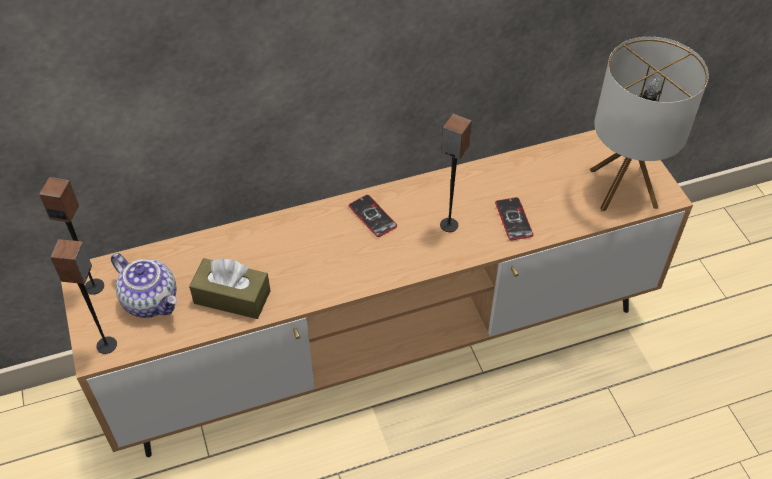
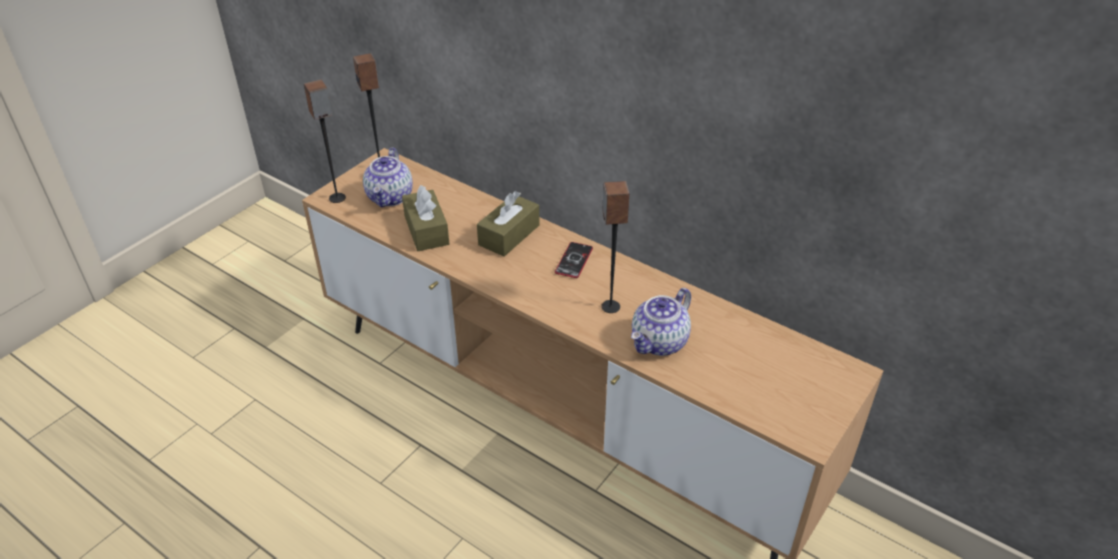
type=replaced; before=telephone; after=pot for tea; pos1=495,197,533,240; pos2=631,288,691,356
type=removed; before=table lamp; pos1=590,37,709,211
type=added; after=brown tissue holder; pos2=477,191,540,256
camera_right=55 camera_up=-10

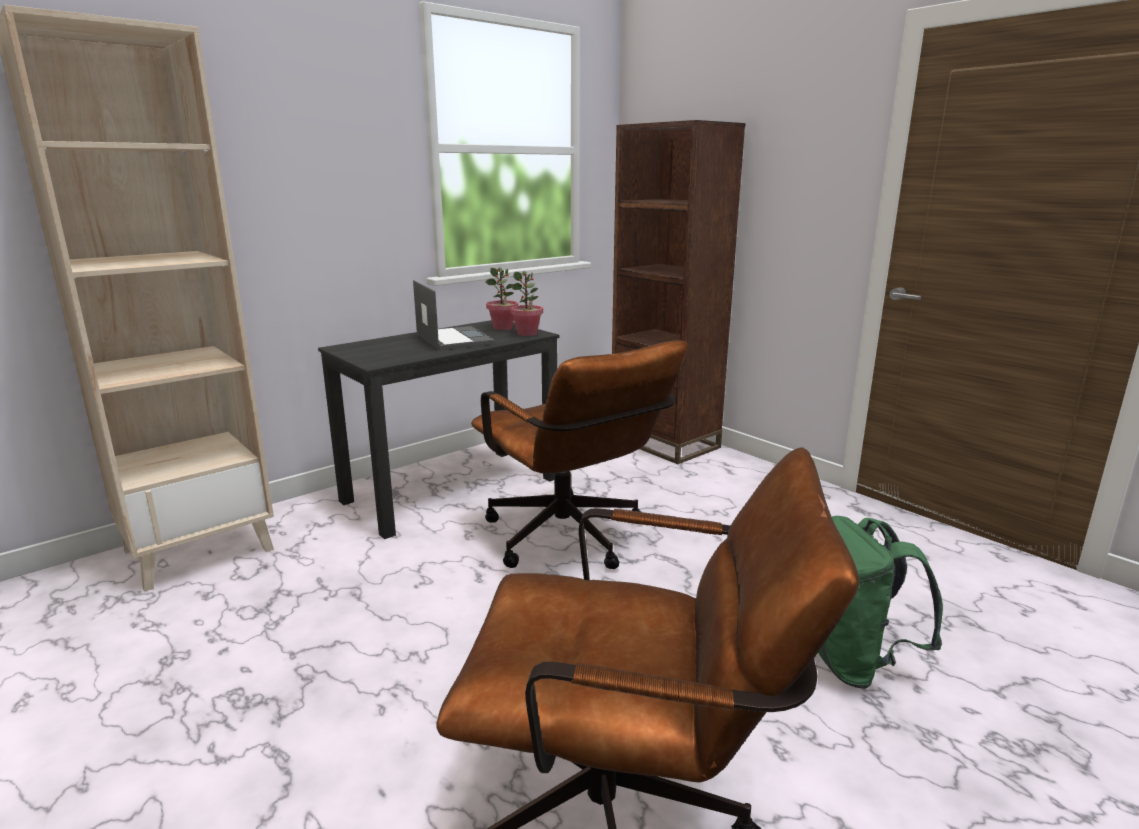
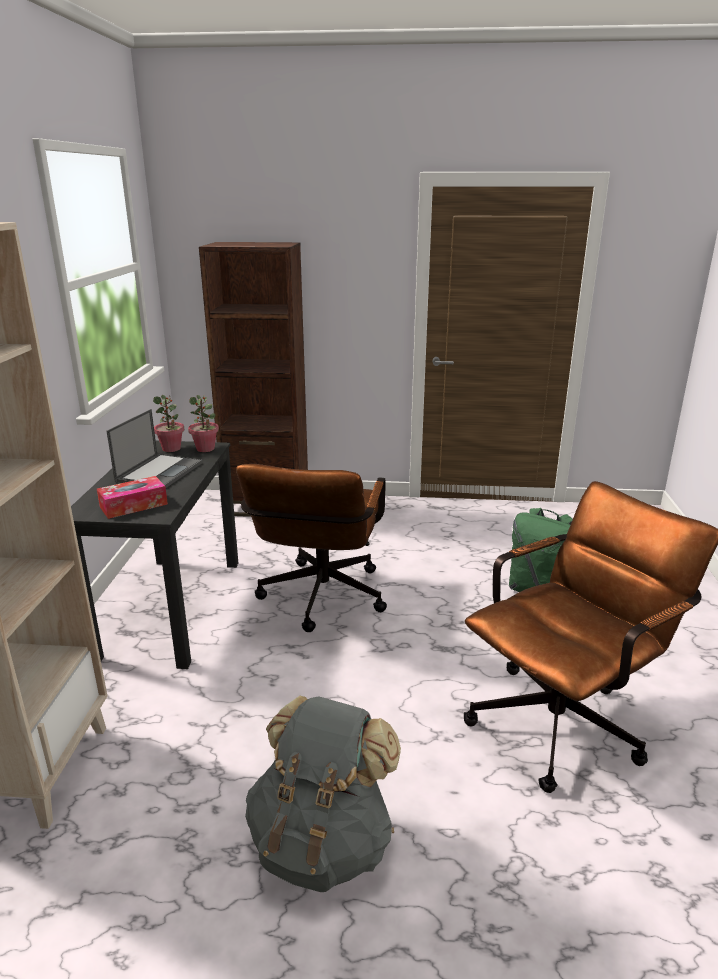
type=turned; before=portable computer; pos1=413,280,496,350; pos2=107,409,203,488; turn=90
type=turned; before=brown desk chair; pos1=471,340,688,569; pos2=236,464,387,632; turn=90
type=added; after=tissue holder; pos2=97,476,168,519
type=added; after=greyish backpack; pos2=245,696,401,892
camera_right=-45 camera_up=5

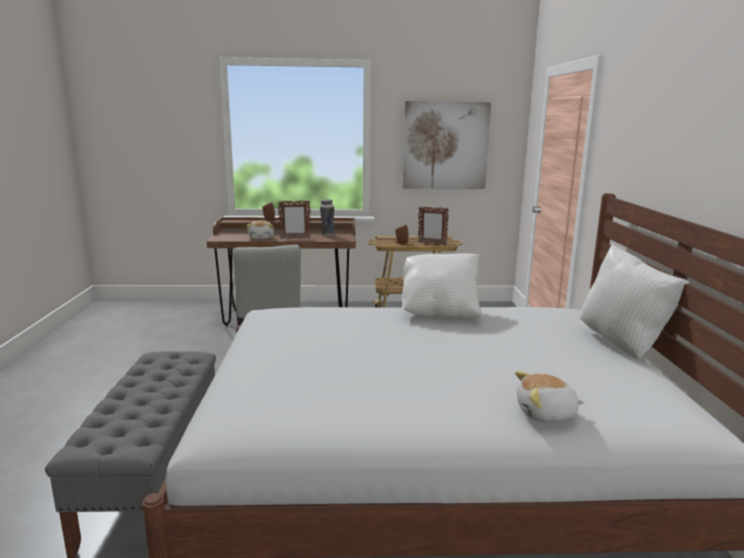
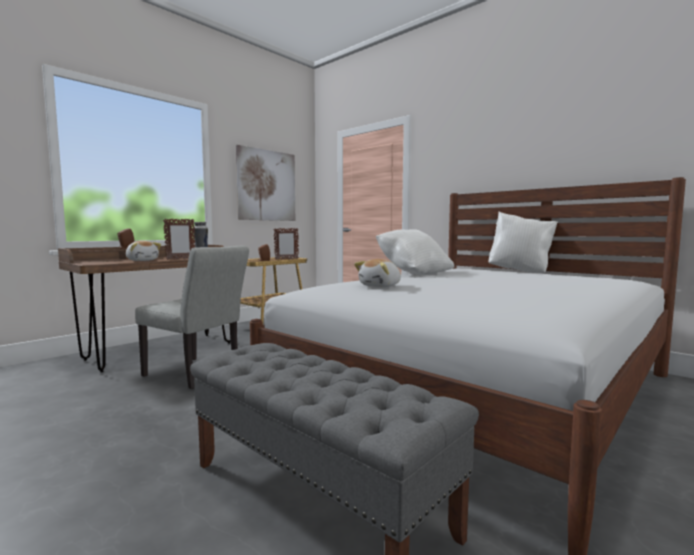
type=moved; before=soft toy; pos1=515,371,584,422; pos2=354,259,401,287
camera_right=-45 camera_up=-10

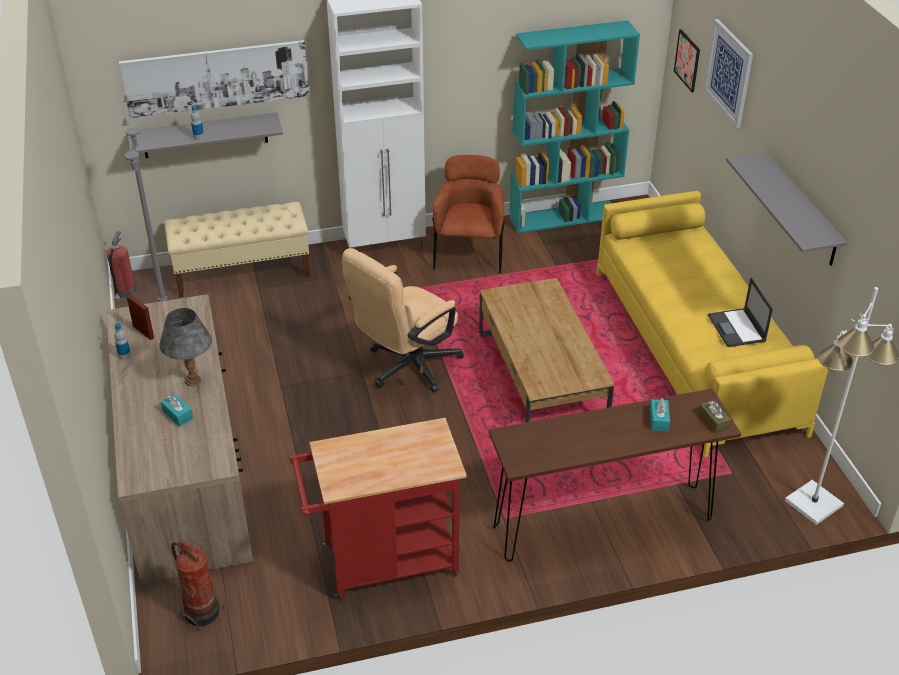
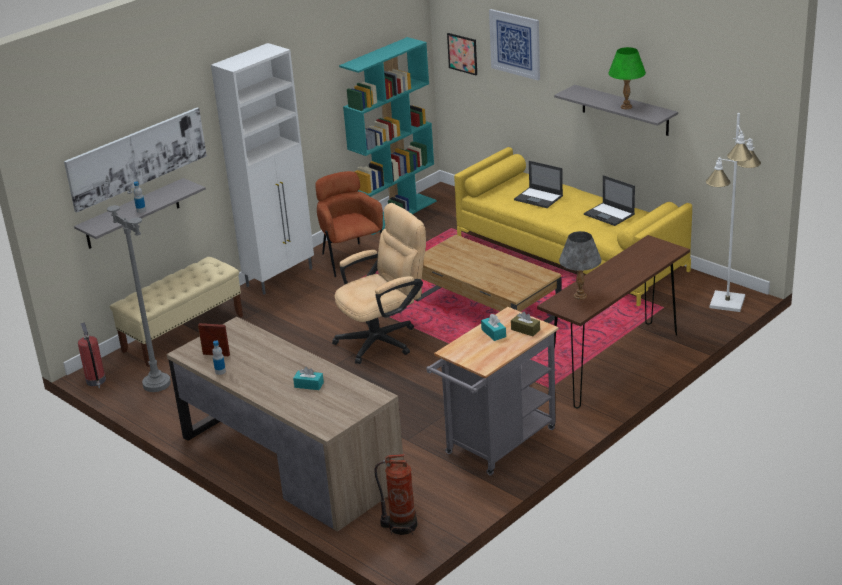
type=moved; before=greyish table lamp; pos1=159,308,212,386; pos2=559,231,602,300
type=recoloured; before=reddish cart; after=greyish cart; pos1=289,418,467,600; pos2=426,307,559,475
type=turned; before=beige-coloured desk chair; pos1=342,248,464,392; pos2=332,203,426,364; turn=-135
type=moved; before=blue-green tissue holder; pos1=650,398,670,431; pos2=481,314,506,341
type=moved; before=brown tissue holder; pos1=699,400,731,434; pos2=511,311,540,336
type=added; after=portable computer; pos2=514,161,563,208
type=added; after=green-coloured table lamp; pos2=608,47,646,109
camera_right=-30 camera_up=-10

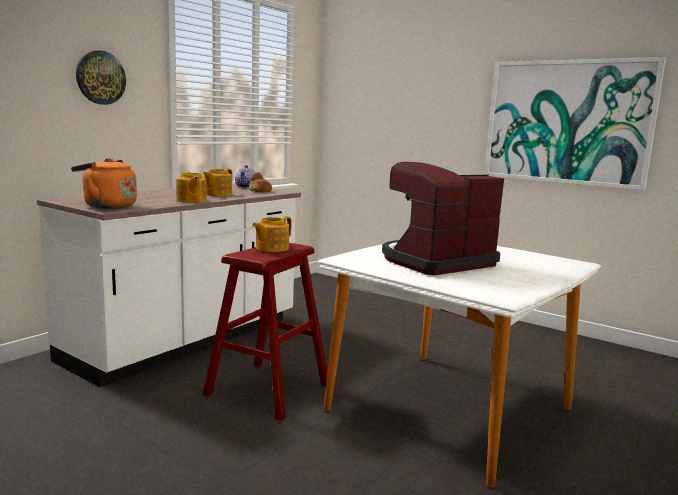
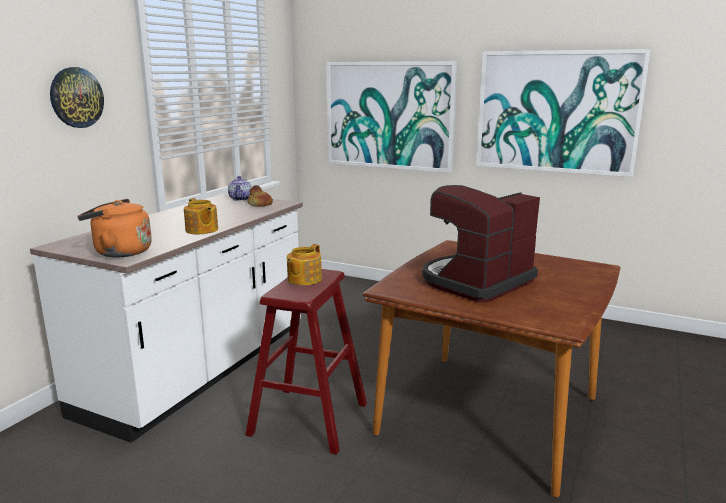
type=removed; before=pot for tea; pos1=203,169,232,196
type=recoloured; before=whitish dining table; after=brown dining table; pos1=318,244,601,488; pos2=362,240,621,497
type=added; after=wall art; pos2=326,61,458,173
camera_right=-10 camera_up=5

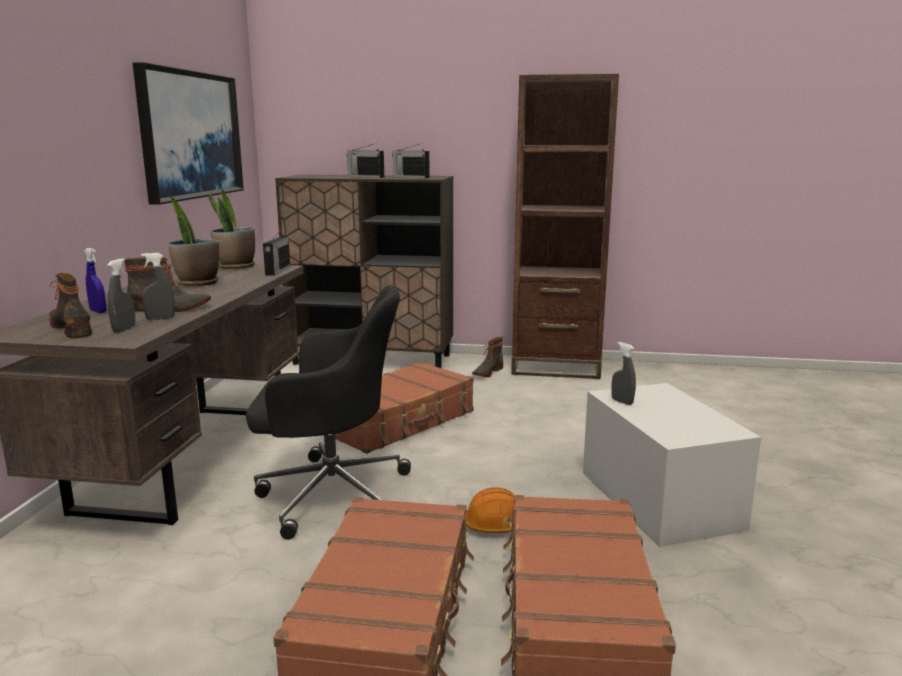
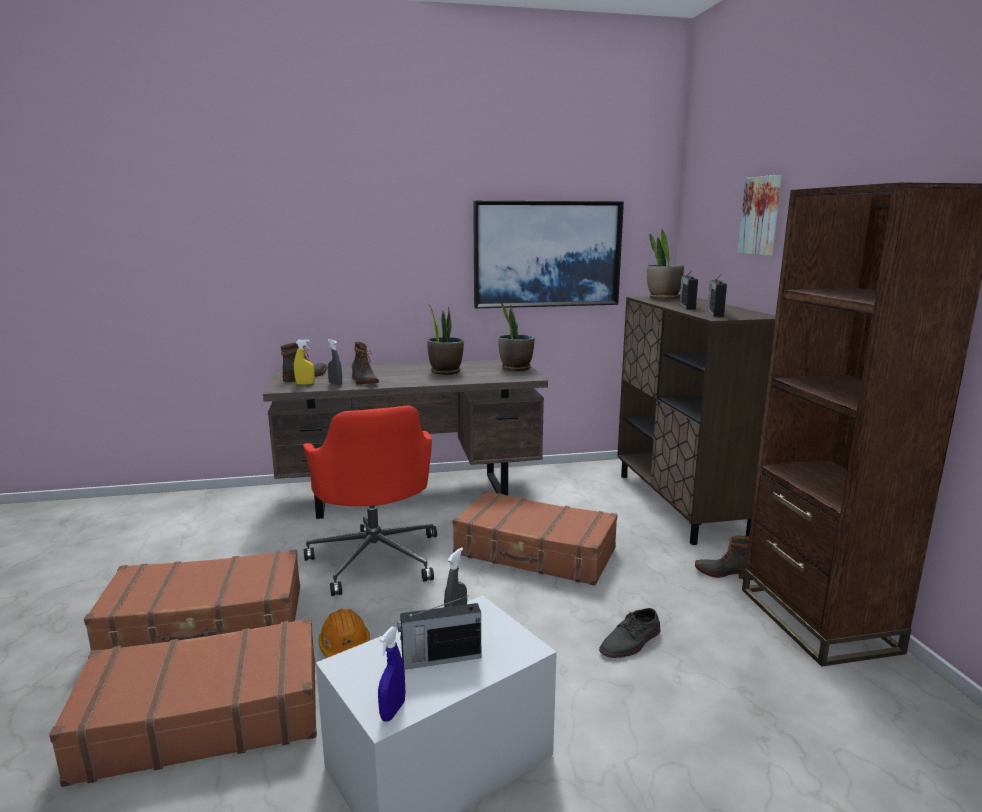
type=moved; before=blue hand sprayer; pos1=85,248,106,313; pos2=378,626,405,721
type=recoloured; before=greyish hand sprayer; after=yellow hand sprayer; pos1=107,258,136,333; pos2=294,340,315,385
type=recoloured; before=black-coloured desk chair; after=reddish desk chair; pos1=246,285,411,540; pos2=303,406,437,596
type=moved; before=radio set; pos1=263,230,290,276; pos2=397,596,481,670
type=added; after=greyish shoe; pos2=599,608,660,658
type=added; after=plant in a pot; pos2=646,230,684,299
type=added; after=wall art; pos2=738,175,782,256
camera_right=70 camera_up=0

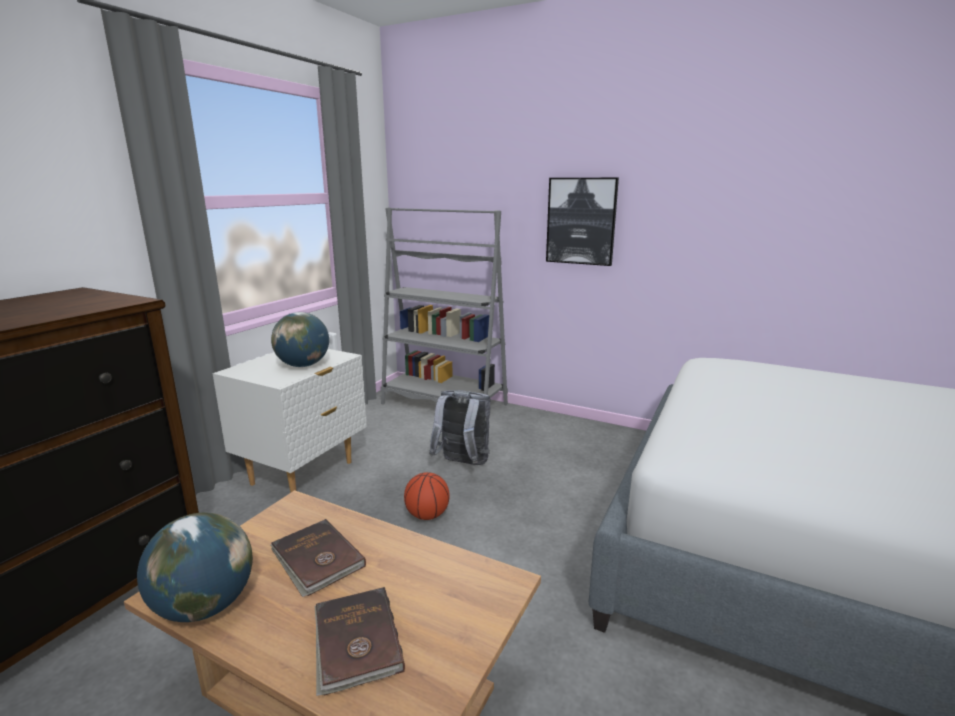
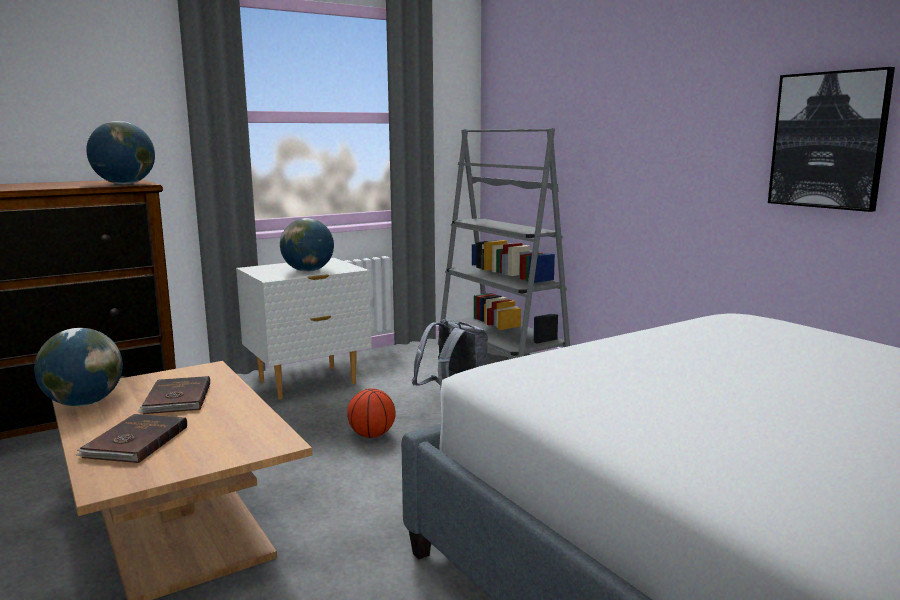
type=moved; before=wall art; pos1=546,178,619,266; pos2=768,67,895,212
type=added; after=globe; pos2=86,121,155,184
camera_right=30 camera_up=-5

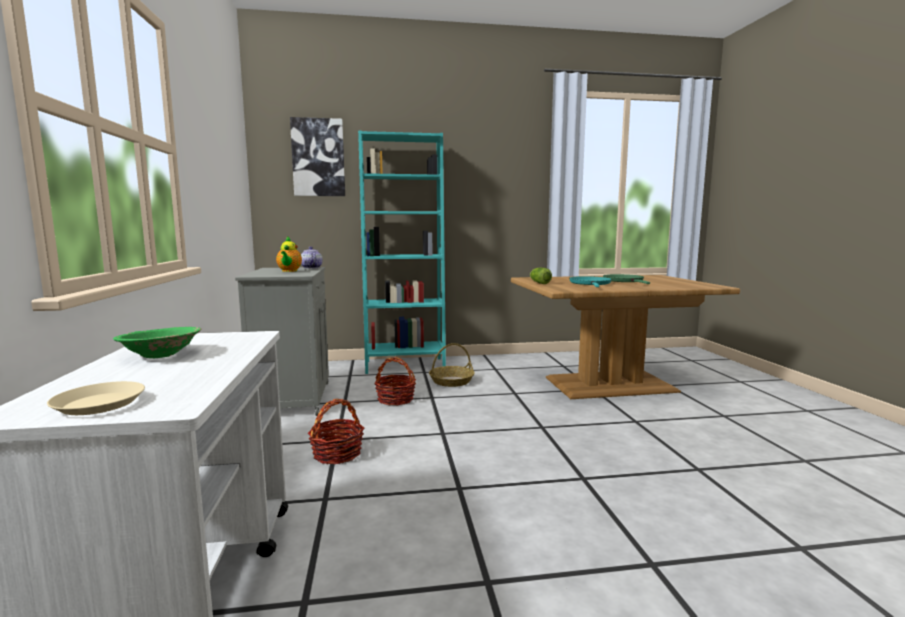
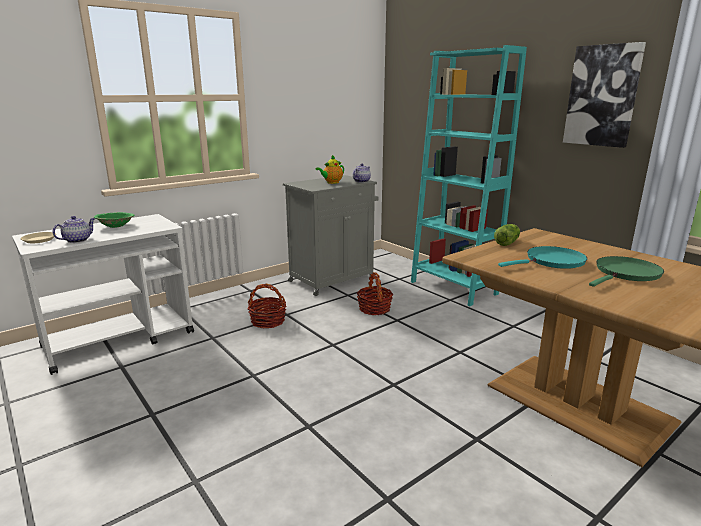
type=moved; before=wall art; pos1=290,117,345,196; pos2=563,42,646,148
type=removed; before=household basket; pos1=429,343,474,387
type=added; after=pot for tea; pos2=52,216,95,243
camera_right=60 camera_up=10

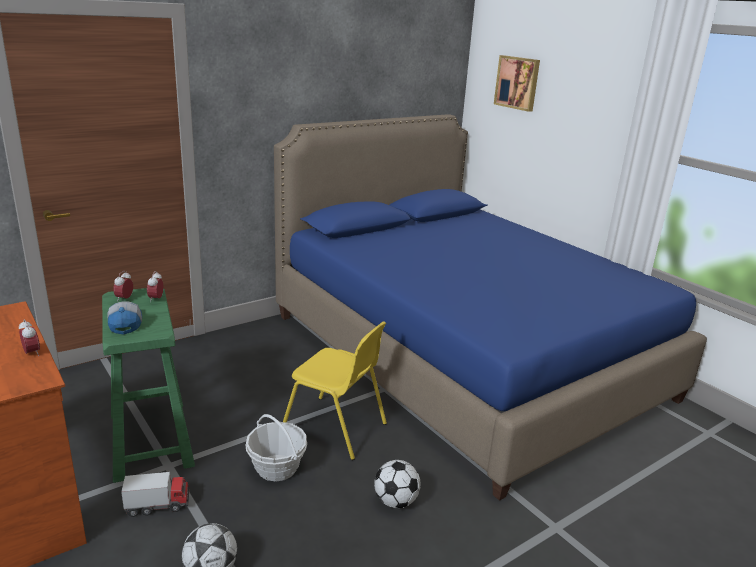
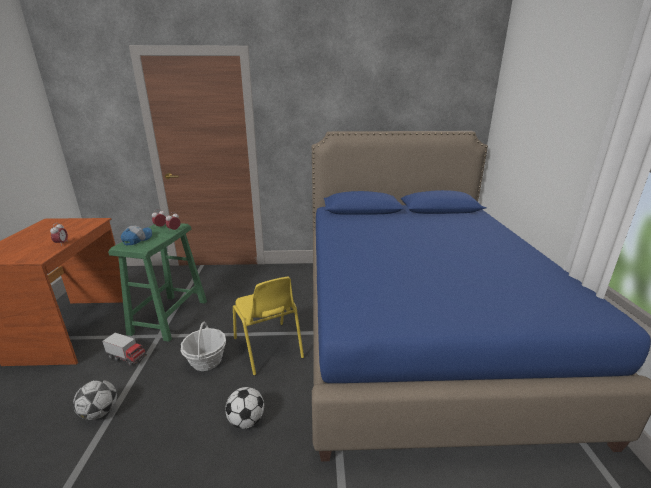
type=removed; before=wall art; pos1=494,55,540,112
camera_right=35 camera_up=0

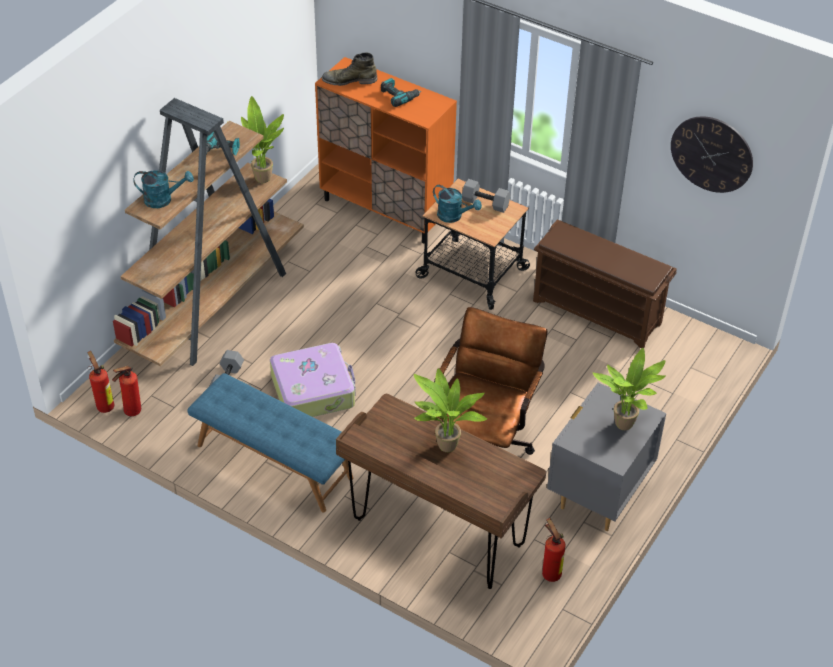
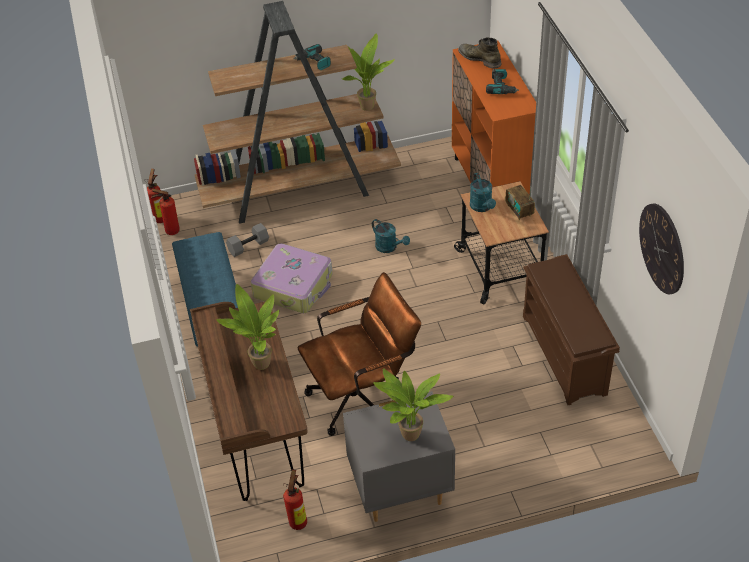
type=moved; before=blue-green watering pot; pos1=133,170,194,208; pos2=372,219,410,253
type=replaced; before=greyish hand weight; after=radio set; pos1=462,179,511,213; pos2=506,185,535,220
camera_right=45 camera_up=0

